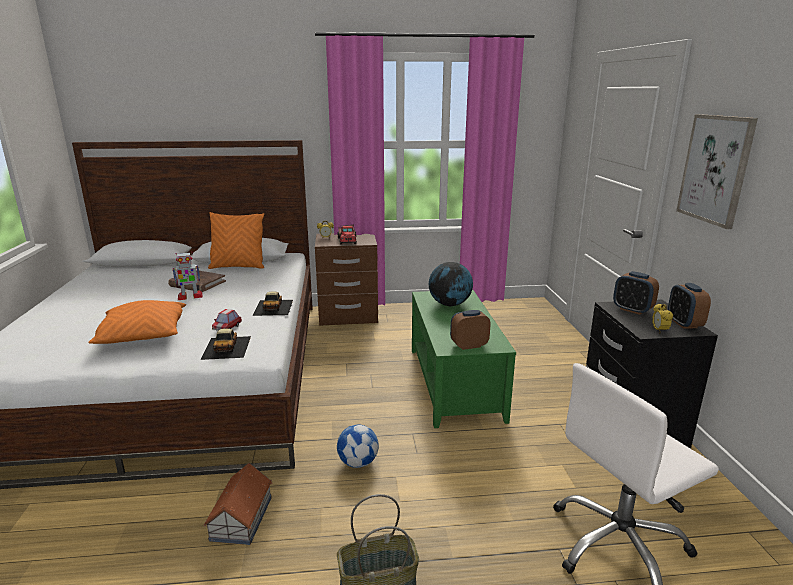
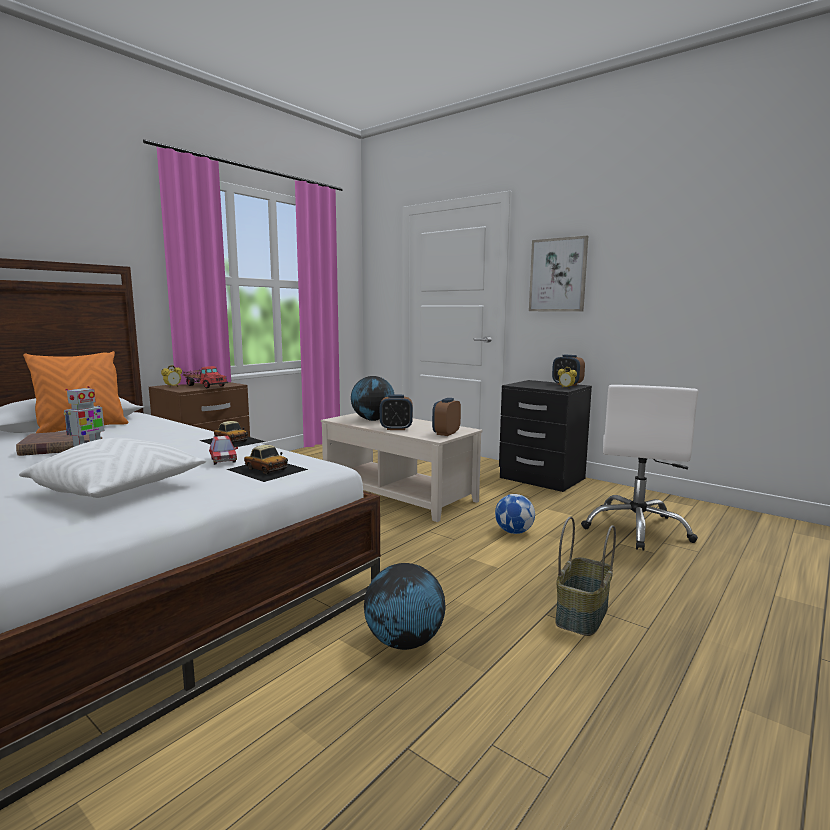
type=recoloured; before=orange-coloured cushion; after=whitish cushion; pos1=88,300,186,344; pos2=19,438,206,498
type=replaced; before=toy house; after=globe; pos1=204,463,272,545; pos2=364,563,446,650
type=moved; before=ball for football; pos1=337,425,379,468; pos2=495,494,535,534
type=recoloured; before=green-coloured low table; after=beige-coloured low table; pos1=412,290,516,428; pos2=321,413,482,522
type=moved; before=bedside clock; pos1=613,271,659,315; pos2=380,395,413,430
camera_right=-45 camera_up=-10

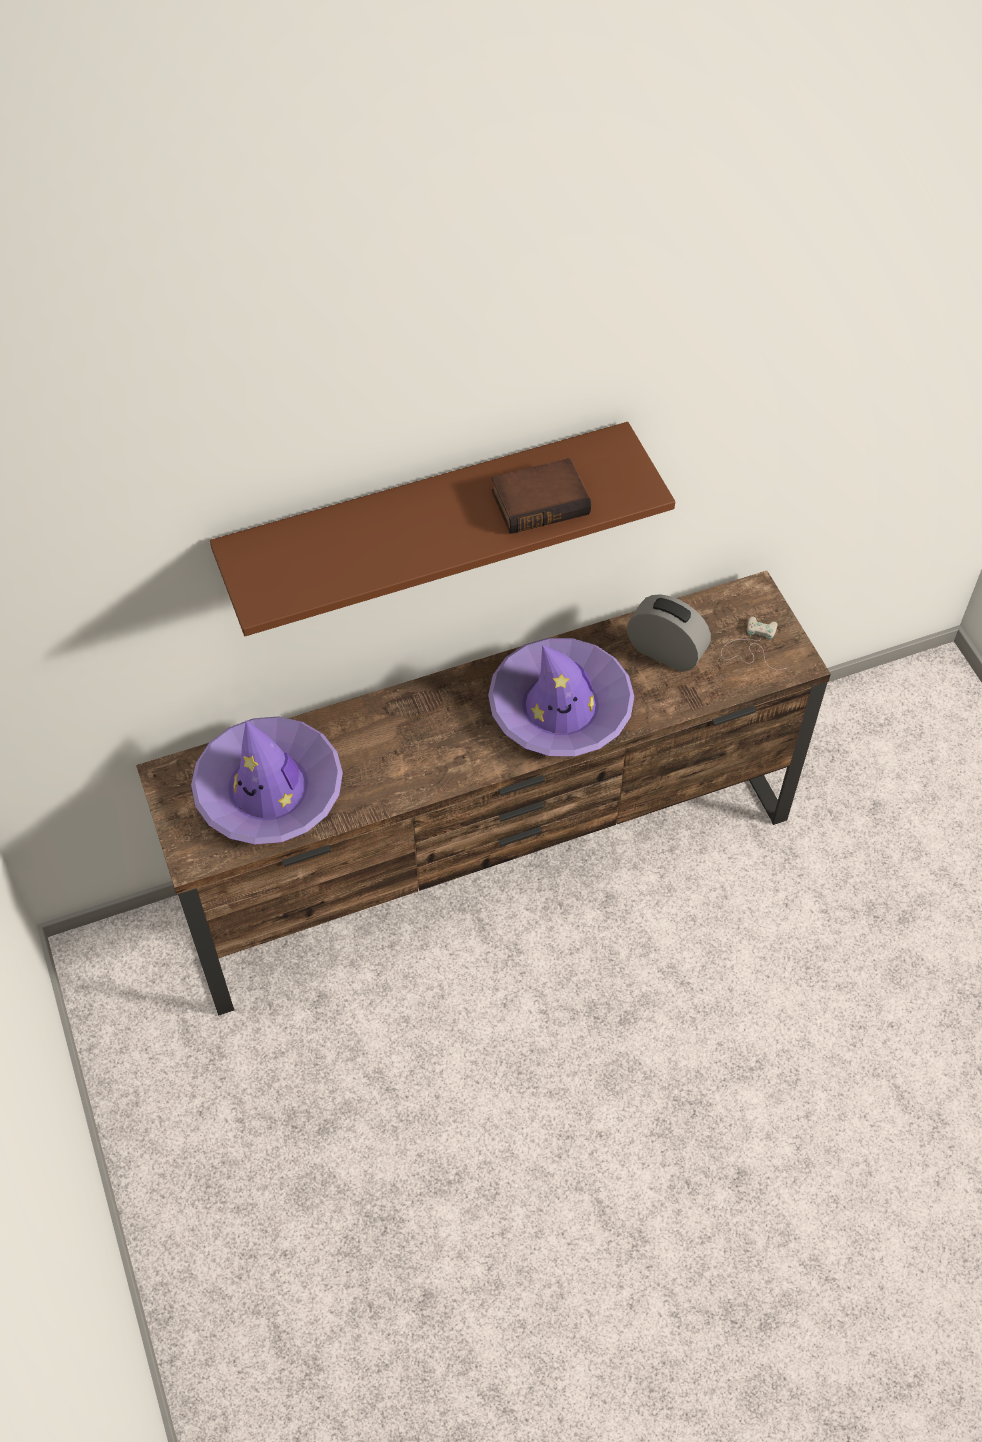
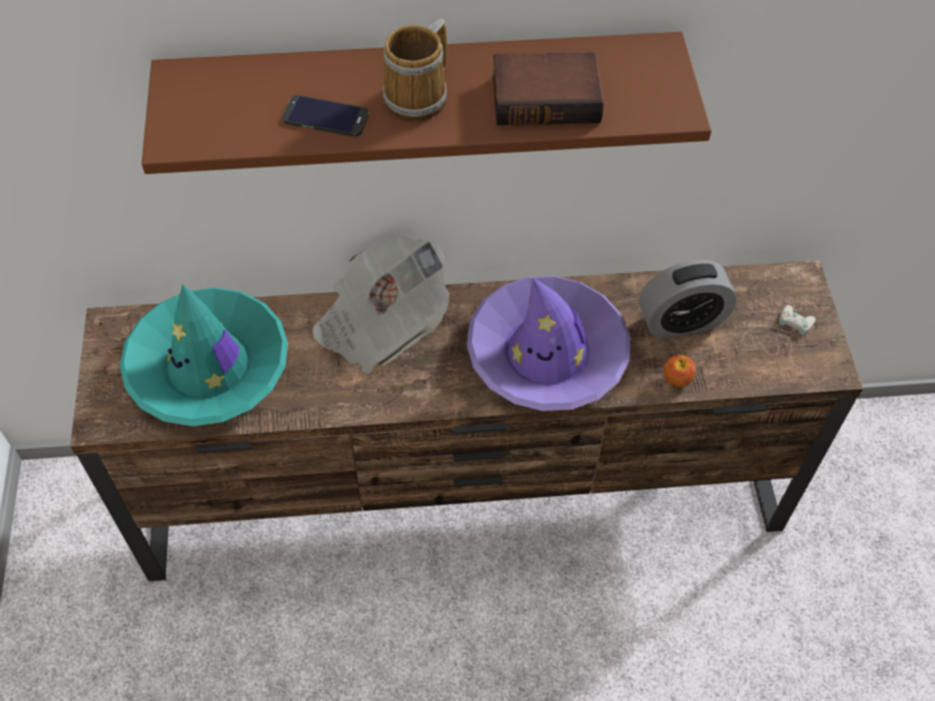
type=recoloured; before=purple hat; after=blue-green hat; pos1=191,716,343,844; pos2=120,284,288,426
type=turned; before=bedside clock; pos1=627,594,711,672; pos2=639,260,737,339; turn=120
type=added; after=telephone; pos2=282,95,369,137
type=added; after=newspaper; pos2=312,232,450,374
type=added; after=mug; pos2=383,19,447,122
type=added; after=apple fruit; pos2=664,355,696,387
camera_right=15 camera_up=0

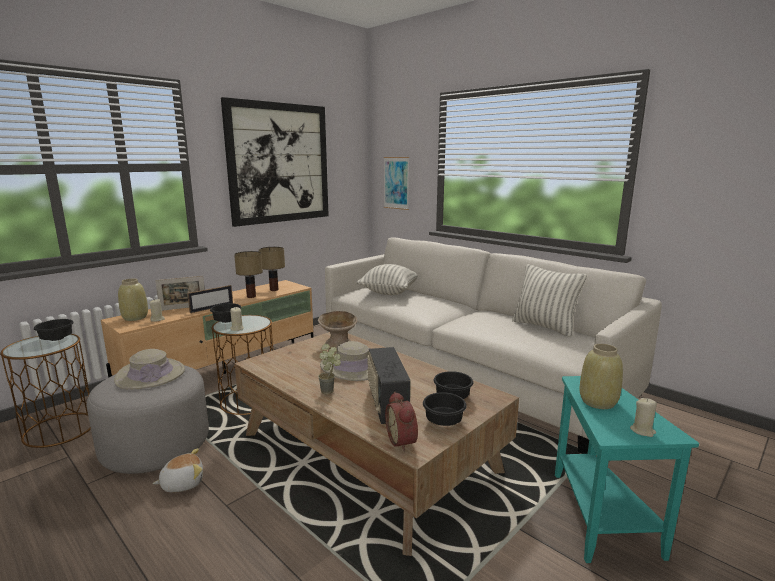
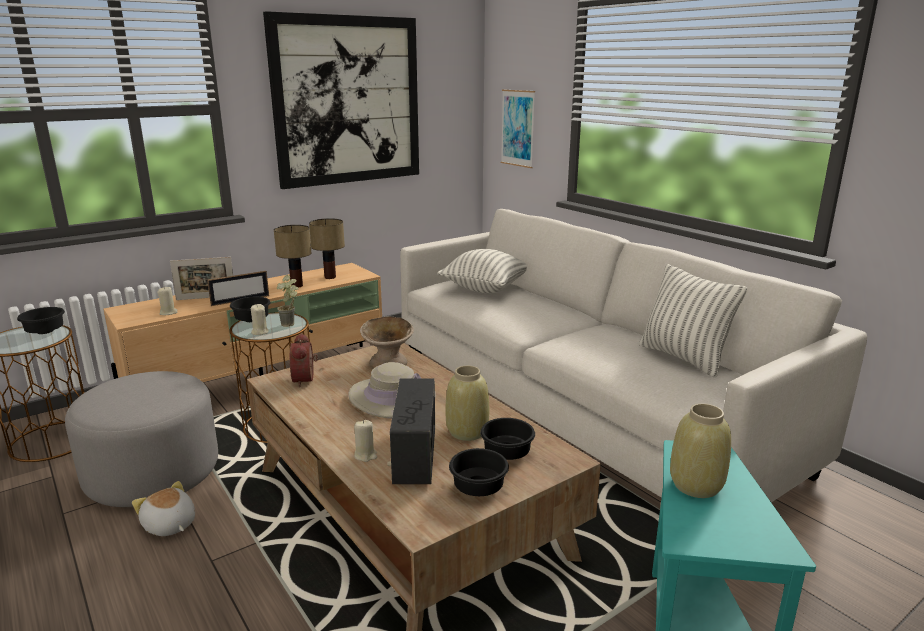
type=removed; before=beige-coloured hat; pos1=114,349,185,390
type=moved; before=beige-coloured decorative vase; pos1=118,278,148,321; pos2=446,366,489,441
type=turned; before=soft toy; pos1=153,448,203,492; pos2=132,481,195,536; turn=-120
type=moved; before=plant in a pot; pos1=318,344,341,395; pos2=277,275,299,327
type=moved; before=bedside clock; pos1=385,392,418,452; pos2=290,333,318,387
type=moved; before=beige-coloured wax light; pos1=630,398,657,437; pos2=354,420,377,462
camera_right=10 camera_up=5

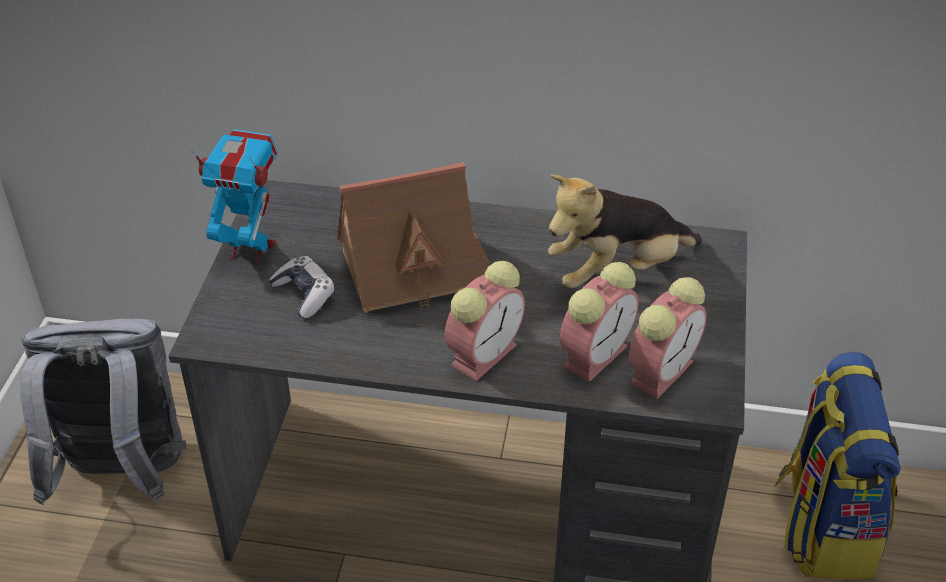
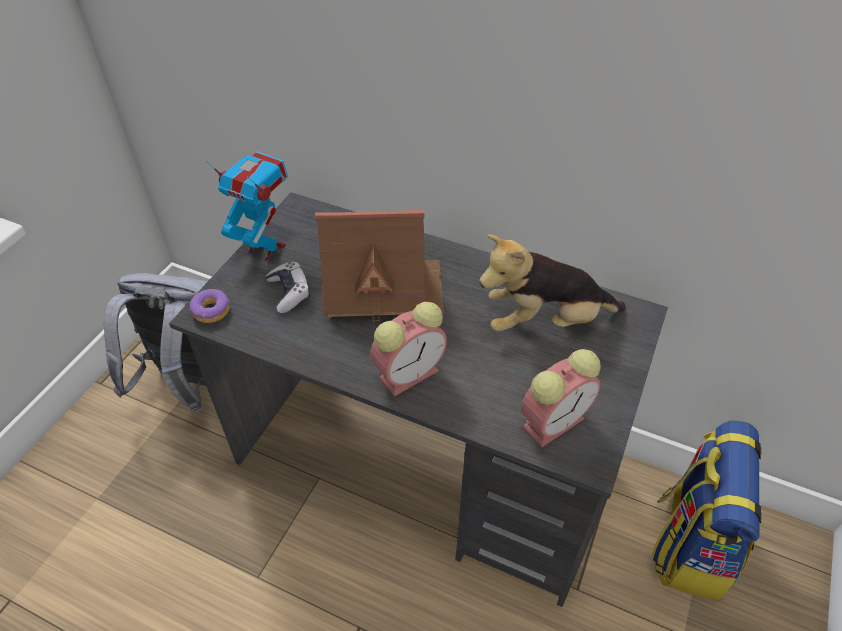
type=removed; before=bedside clock; pos1=560,262,639,382
type=added; after=donut; pos2=190,289,230,323
camera_right=15 camera_up=5

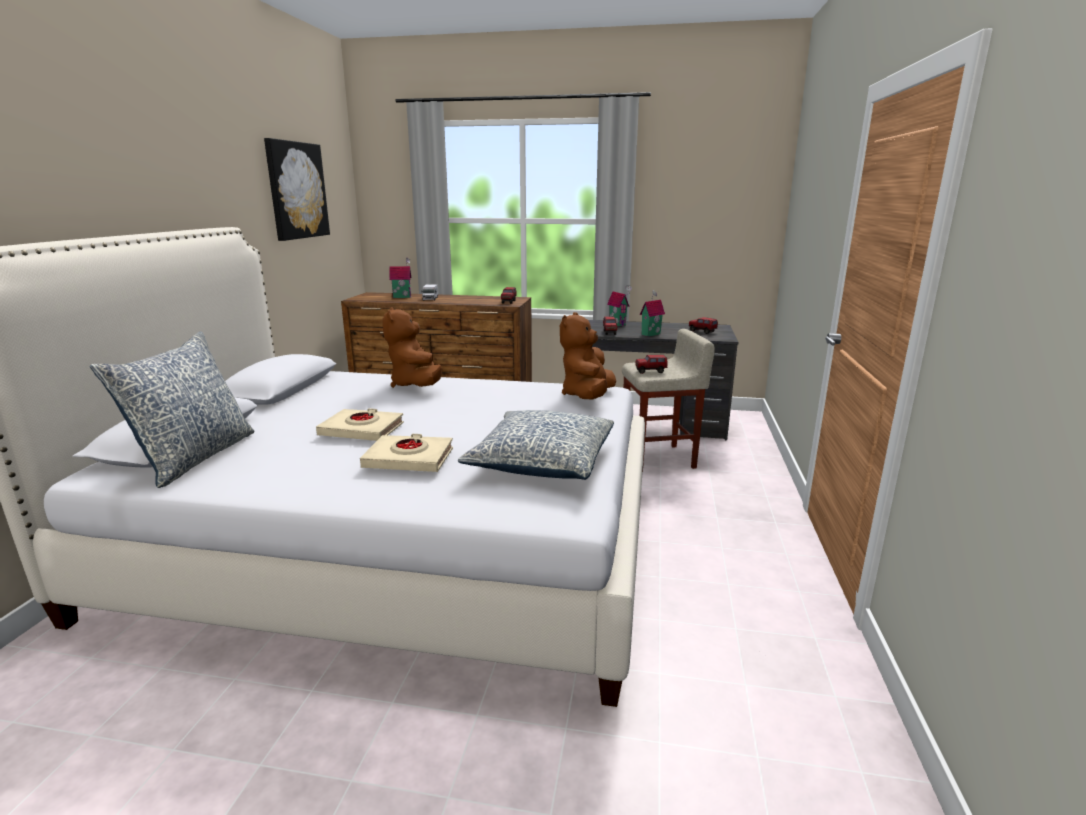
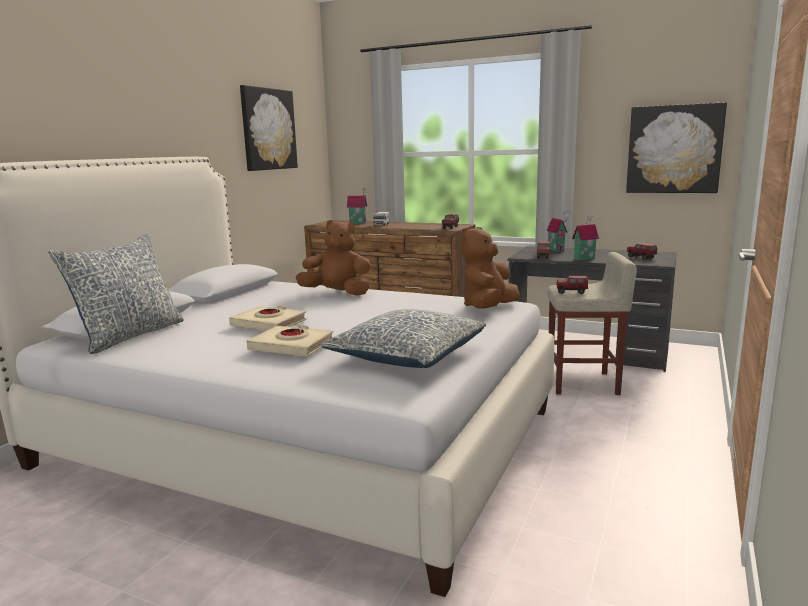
type=turned; before=brown soft toy; pos1=383,307,442,388; pos2=296,220,371,296; turn=105
type=added; after=wall art; pos2=626,102,727,193
camera_right=15 camera_up=-5

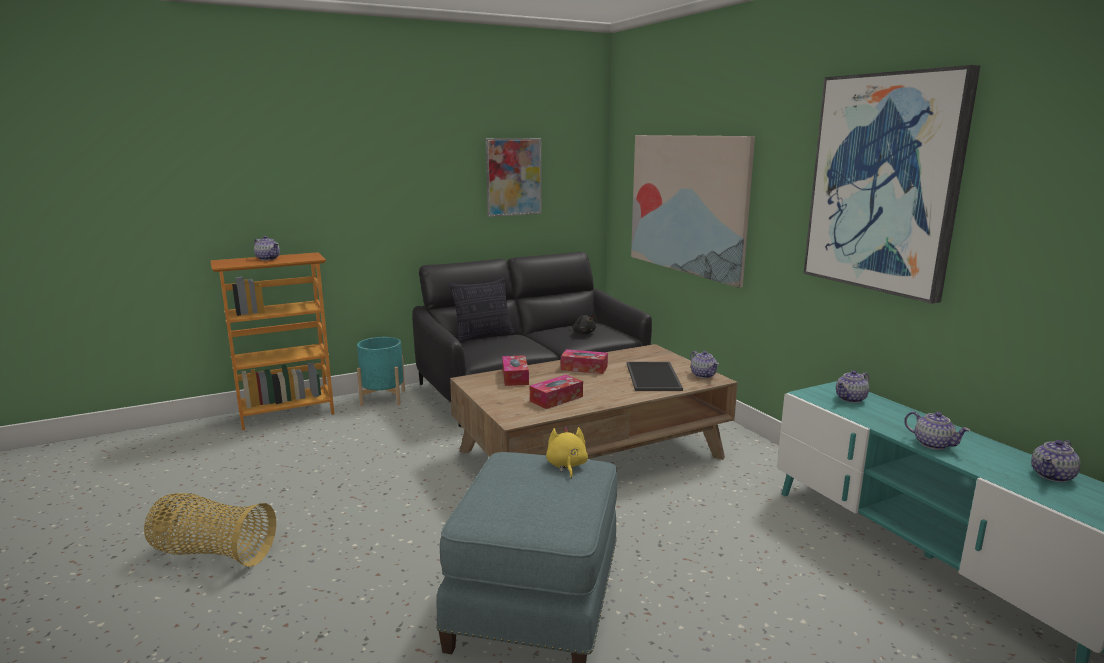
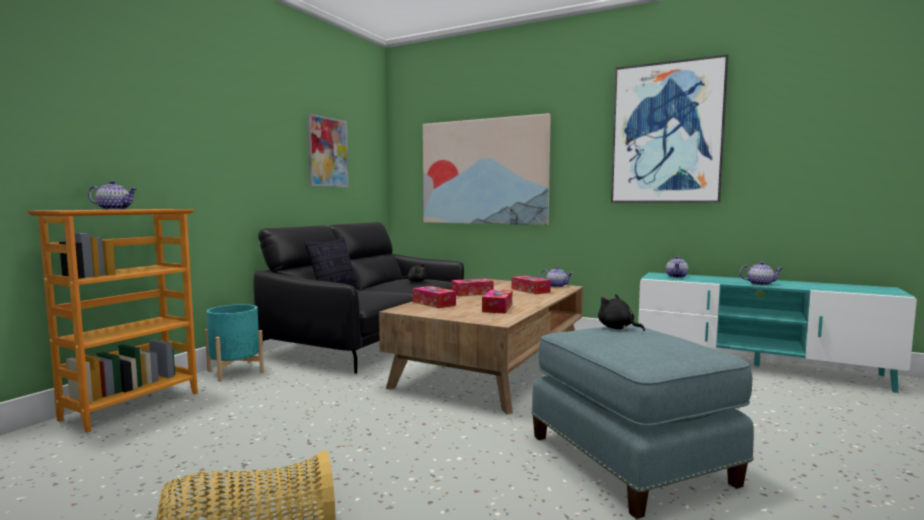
type=recoloured; before=yellow soft toy; after=black-coloured soft toy; pos1=546,426,588,479; pos2=598,294,645,331
type=replaced; before=tray; after=tissue holder; pos1=627,362,683,391; pos2=511,275,551,294
type=removed; before=pot for tea; pos1=1031,440,1081,482
camera_right=-35 camera_up=-10

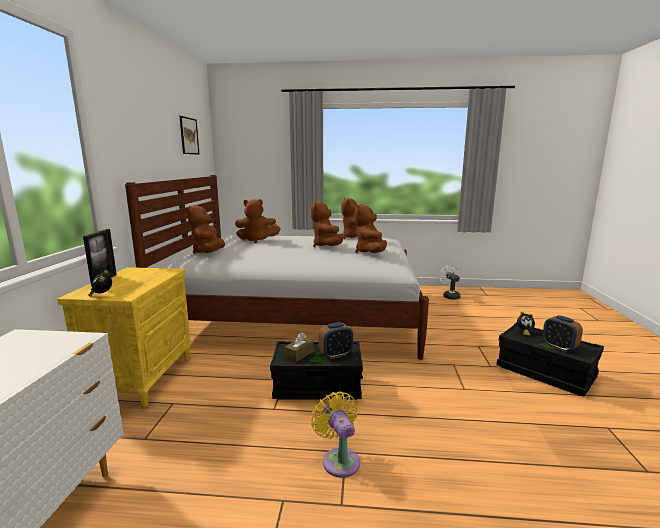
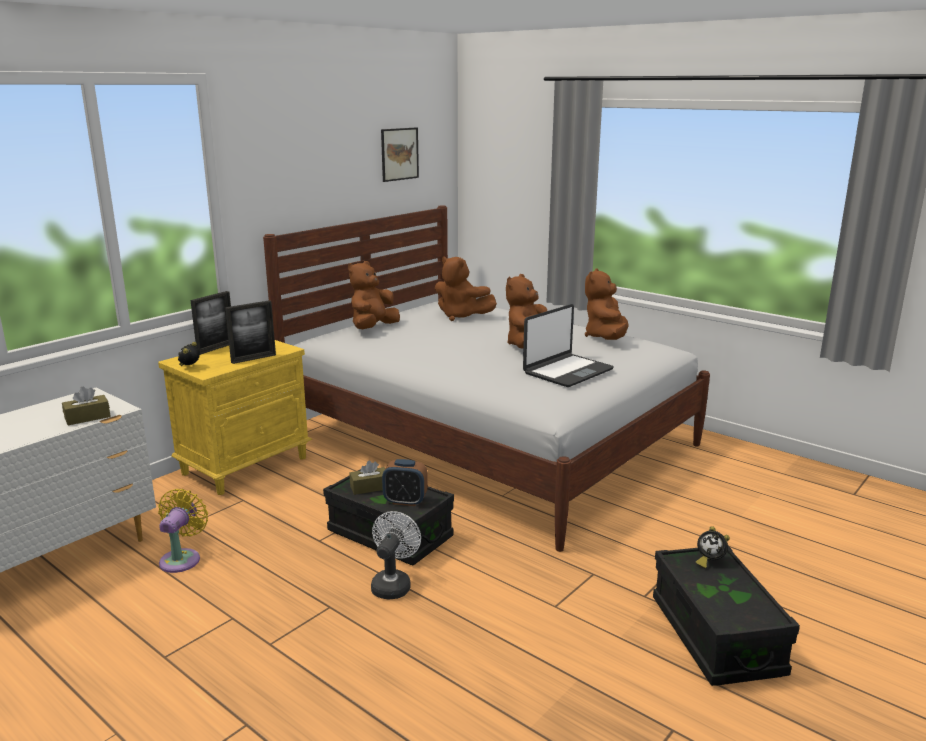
type=moved; before=yellow fan; pos1=311,391,360,478; pos2=158,489,208,573
type=replaced; before=brown soft toy; after=portable computer; pos1=354,204,387,253; pos2=523,304,614,387
type=moved; before=whitish fan; pos1=439,265,461,300; pos2=371,511,421,600
type=removed; before=bedside clock; pos1=542,315,583,352
type=added; after=brown tissue holder; pos2=62,386,111,425
type=added; after=standing frame; pos2=225,300,276,364
camera_right=35 camera_up=5

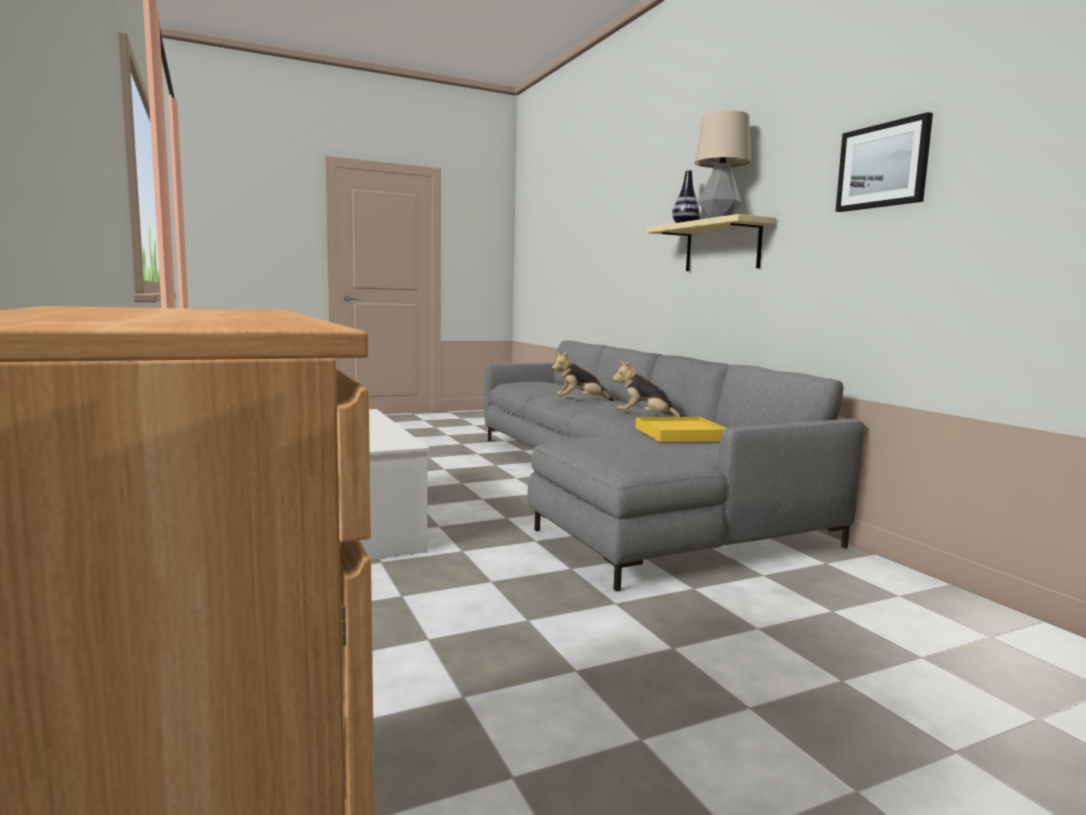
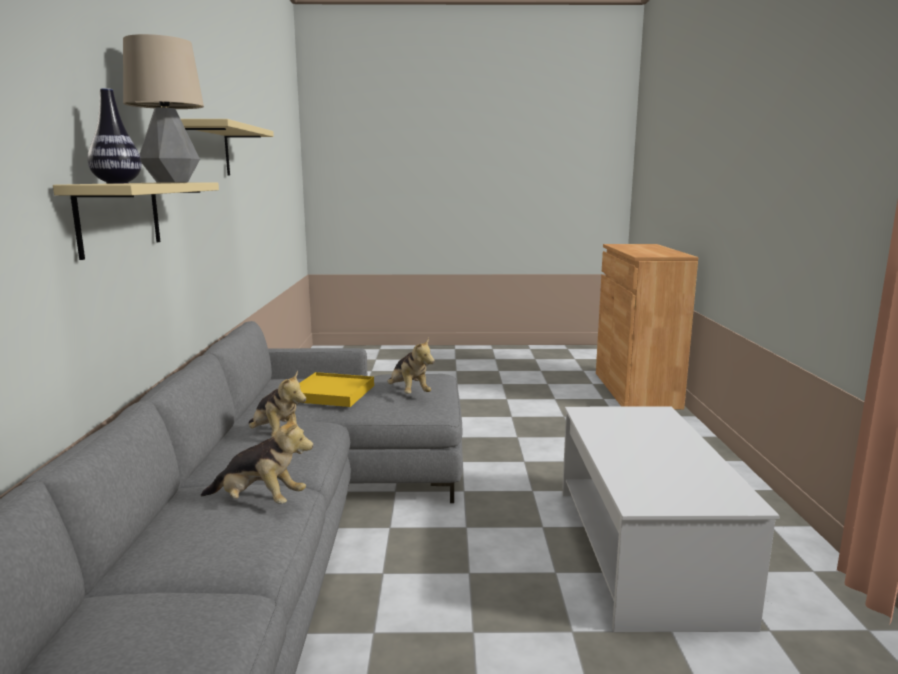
type=replaced; before=wall art; after=beige-coloured wall shelf; pos1=835,112,933,212; pos2=181,119,274,175
type=added; after=soft toy; pos2=388,338,435,394
camera_right=-155 camera_up=5

